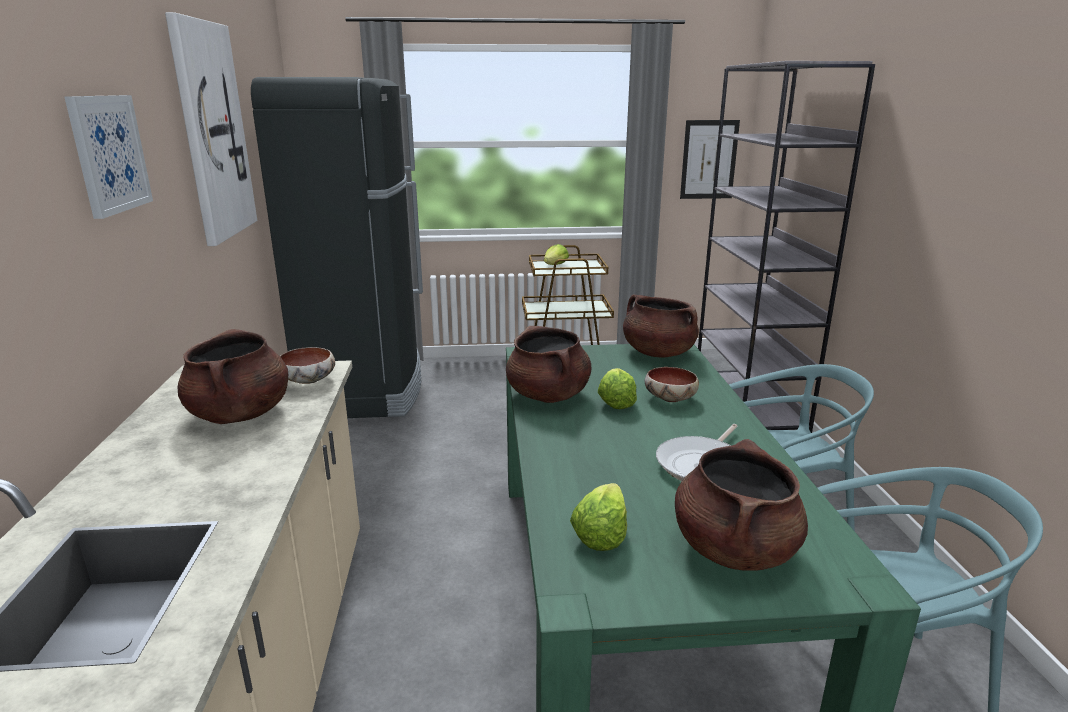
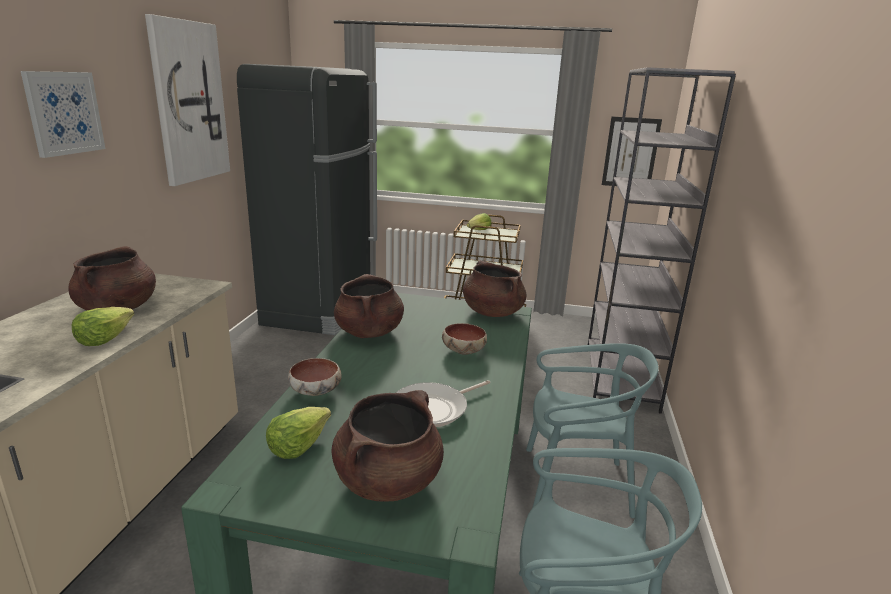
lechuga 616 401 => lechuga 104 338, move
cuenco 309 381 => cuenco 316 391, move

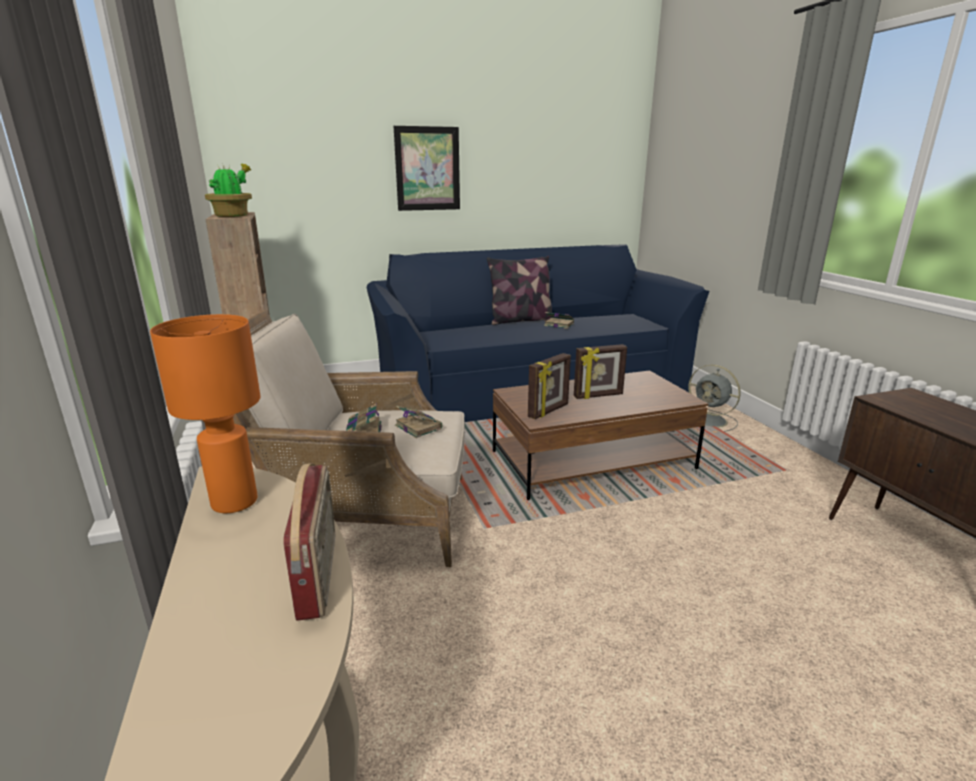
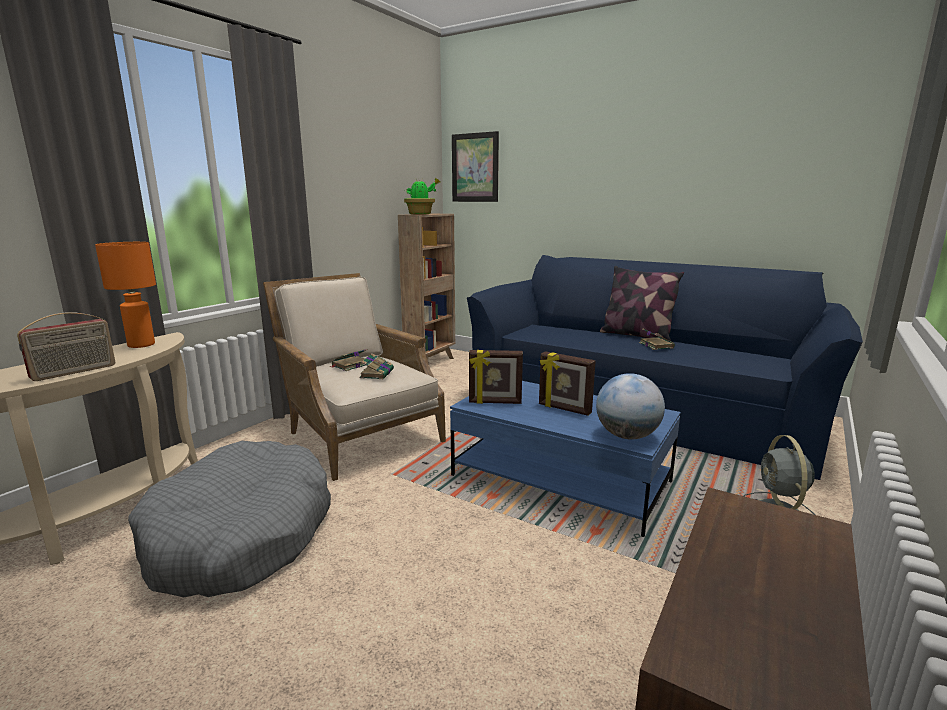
nothing => cama para perro/gris 241 535
mesa de centro/marrón 592 460 => mesa de centro/azul 560 479
cuadro 427 169 => cuadro 475 168, move
nothing => globo terráqueo 627 436

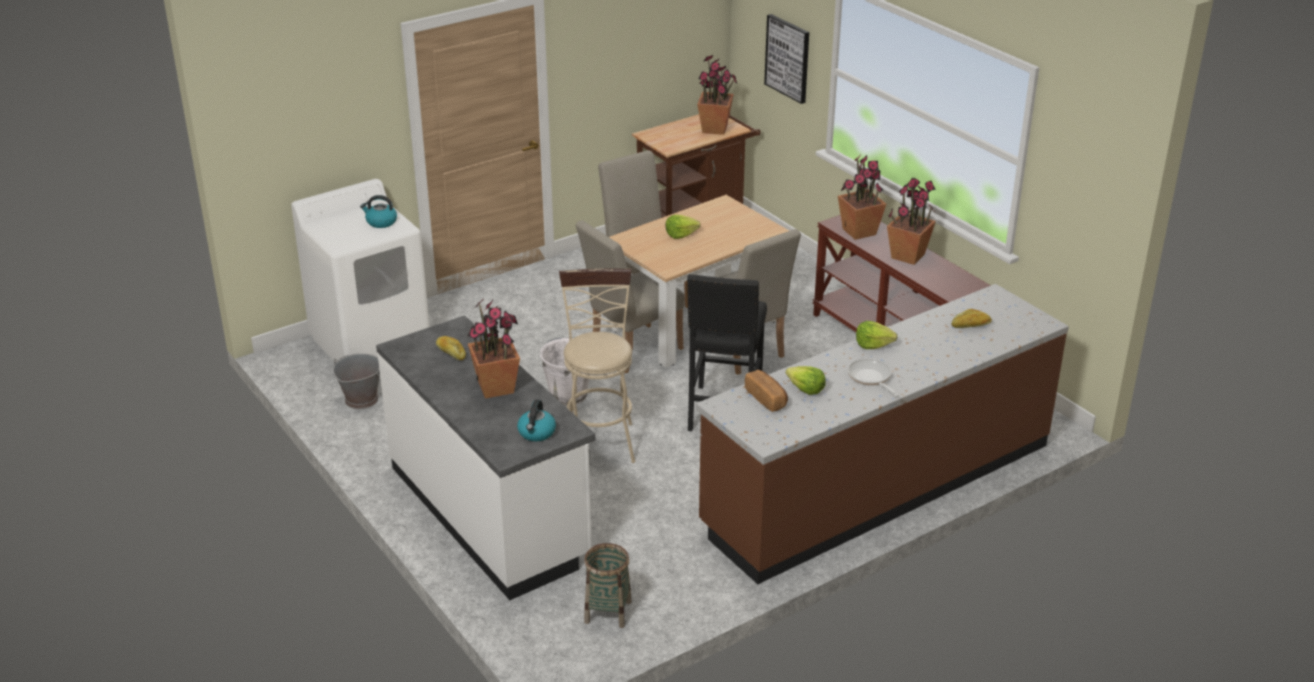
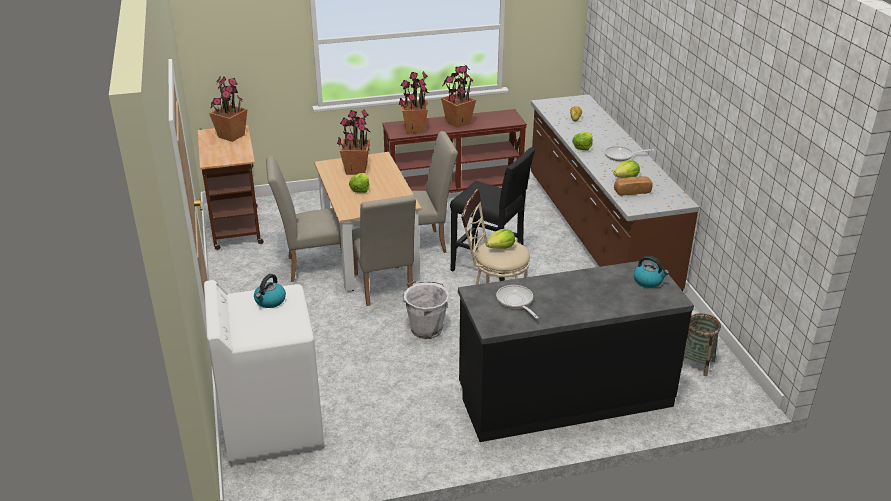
planta en maceta 496 387 => planta en maceta 356 170, move
mueble bajo de cocina/blanco 490 513 => mueble bajo de cocina/negro 564 397
nothing => lechuga 501 247
pan 451 353 => sartén 516 302
cubo/gris 361 399 => nothing
cuadro 788 58 => nothing

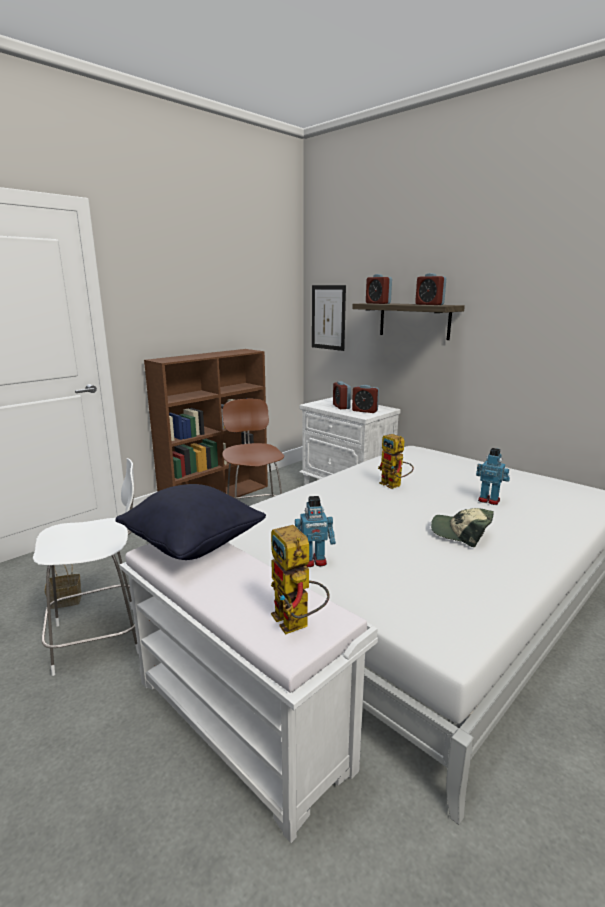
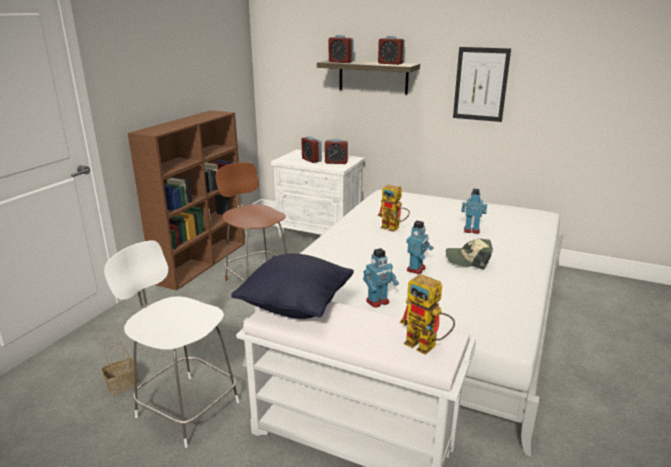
silla/blanco 101 637 => silla/blanco 185 408, 105 degrees counterclockwise
nothing => robot de juguete 416 269
cuadro 328 317 => cuadro 480 84, move

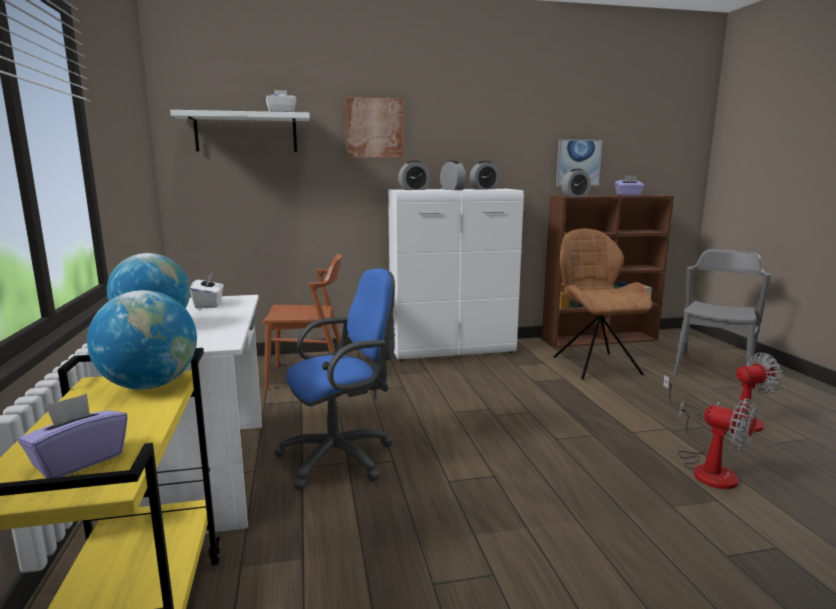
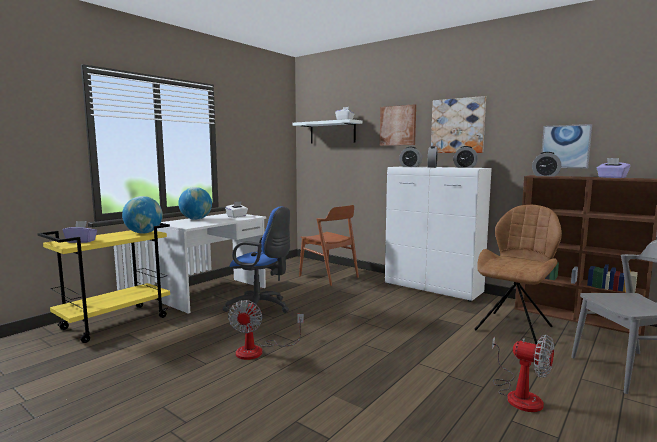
ventilador 709 469 => ventilador 258 350, move
nothing => cuadro 458 126

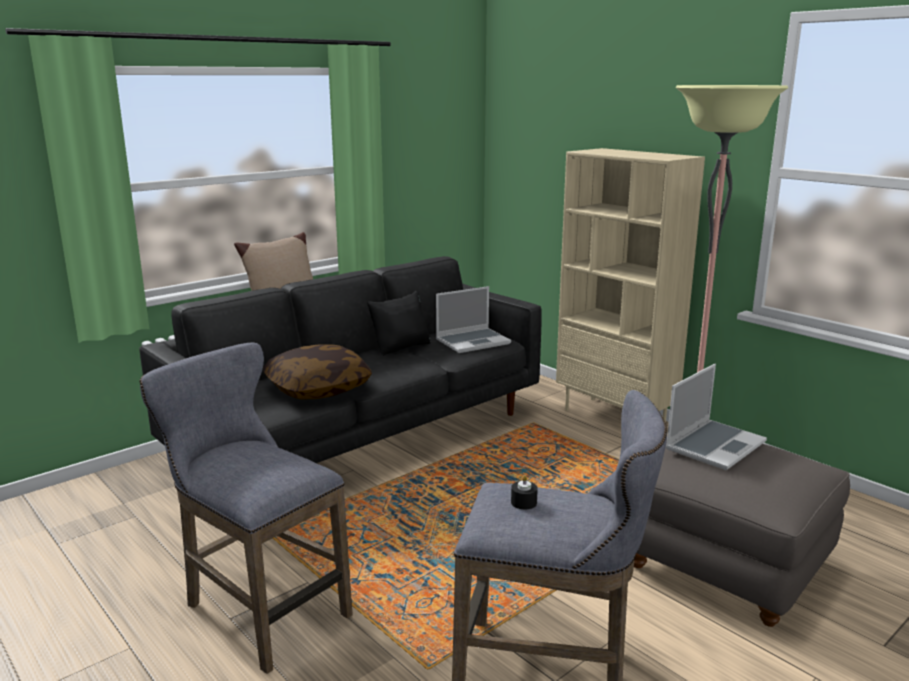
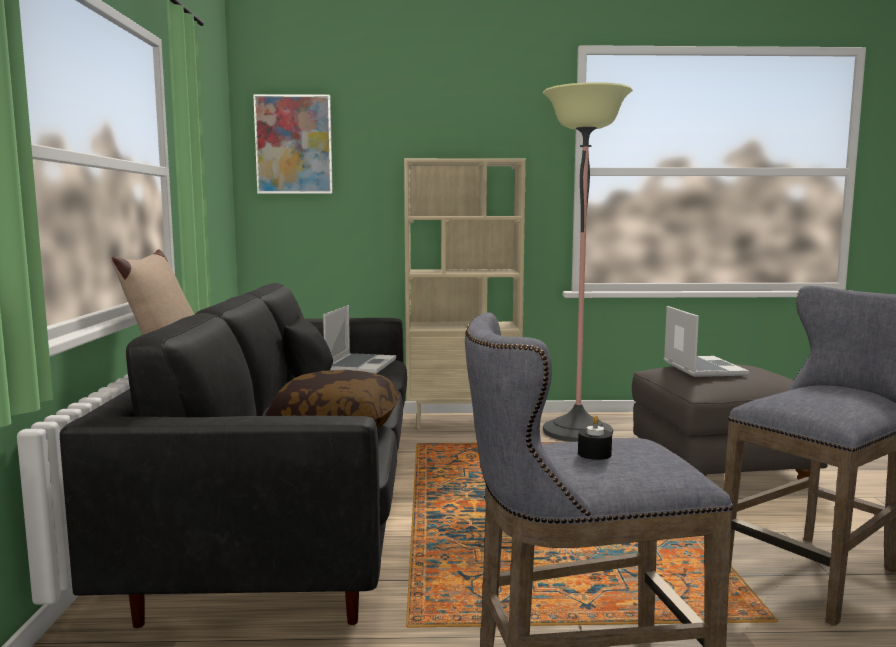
nothing => cuadro 294 144
vela/negro 523 502 => vela/negro 594 454, move

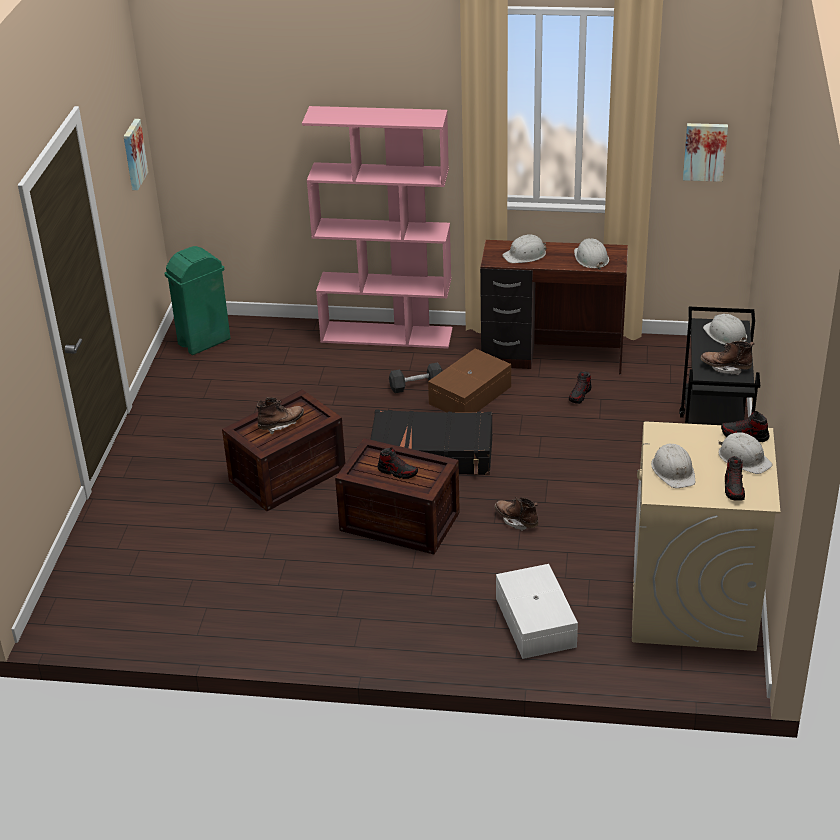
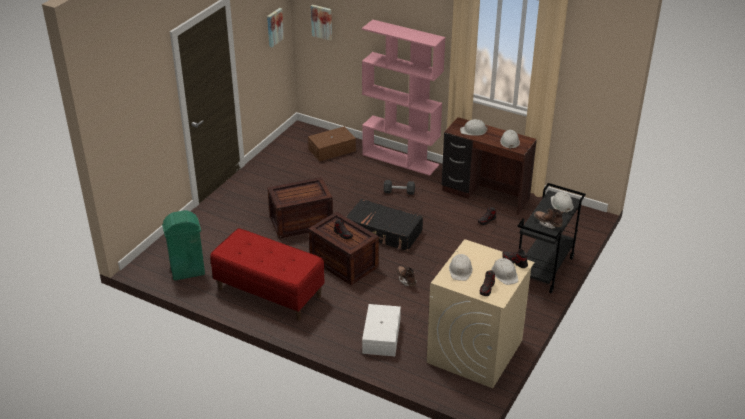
papelera/verde 203 342 => papelera/verde 187 272, move
nothing => banco/rojo 269 292
caja de almacenaje/marrón 471 395 => caja de almacenaje/marrón 332 150, move
cuadro 705 151 => cuadro 322 22, move
bota/marrón 281 425 => nothing

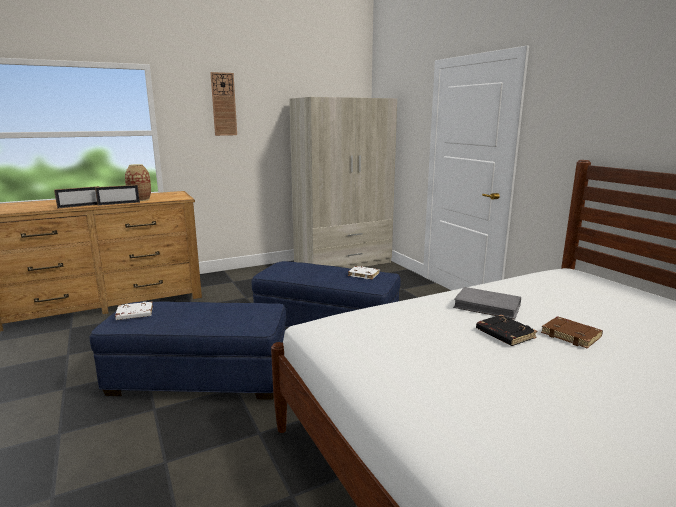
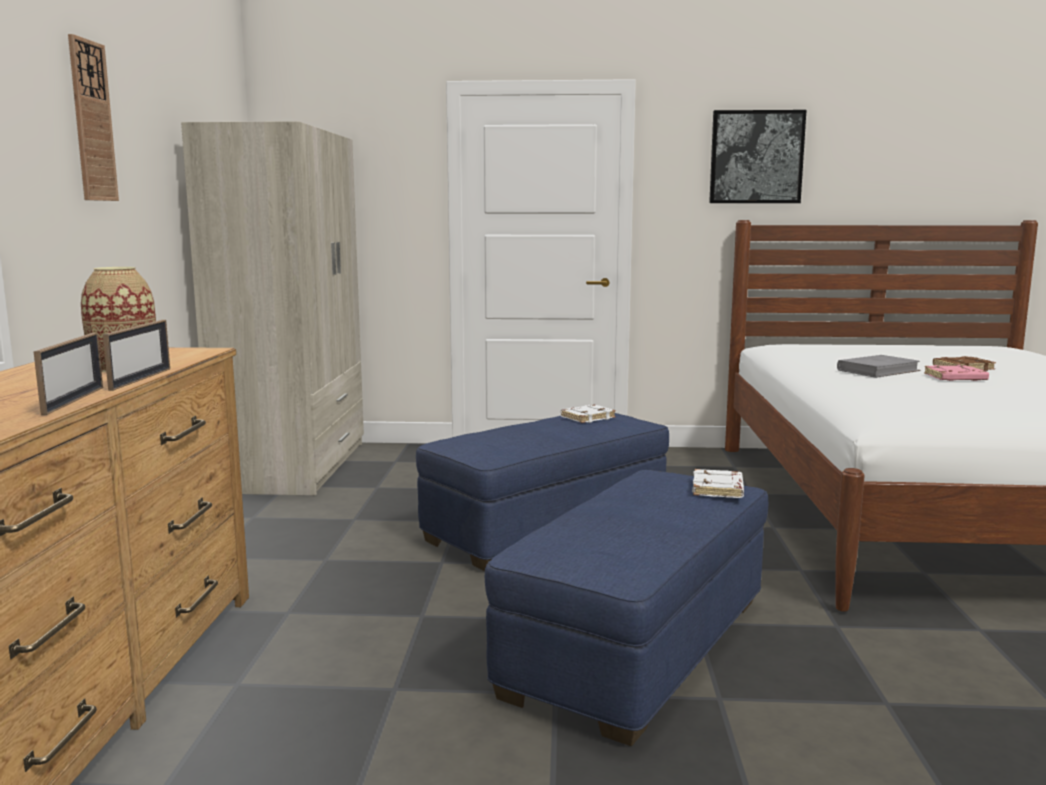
libro/blanco 134 314 => libro/blanco 718 489, move
nothing => cuadro 756 157
libro/negro 504 334 => libro/rosa 955 378

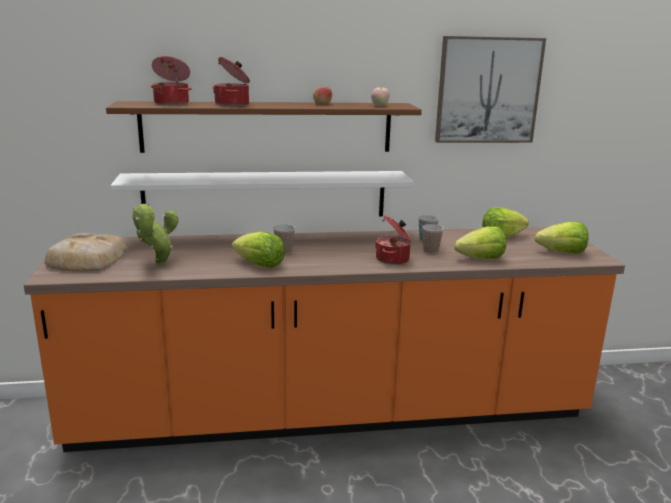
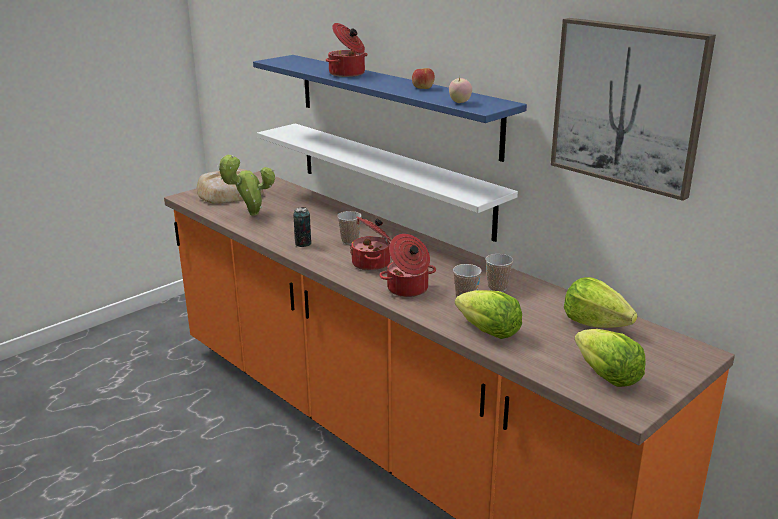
estante/marrón 267 127 => estante/azul 394 103
lechuga 259 265 => lata 303 244
olla 172 103 => olla 372 263, move

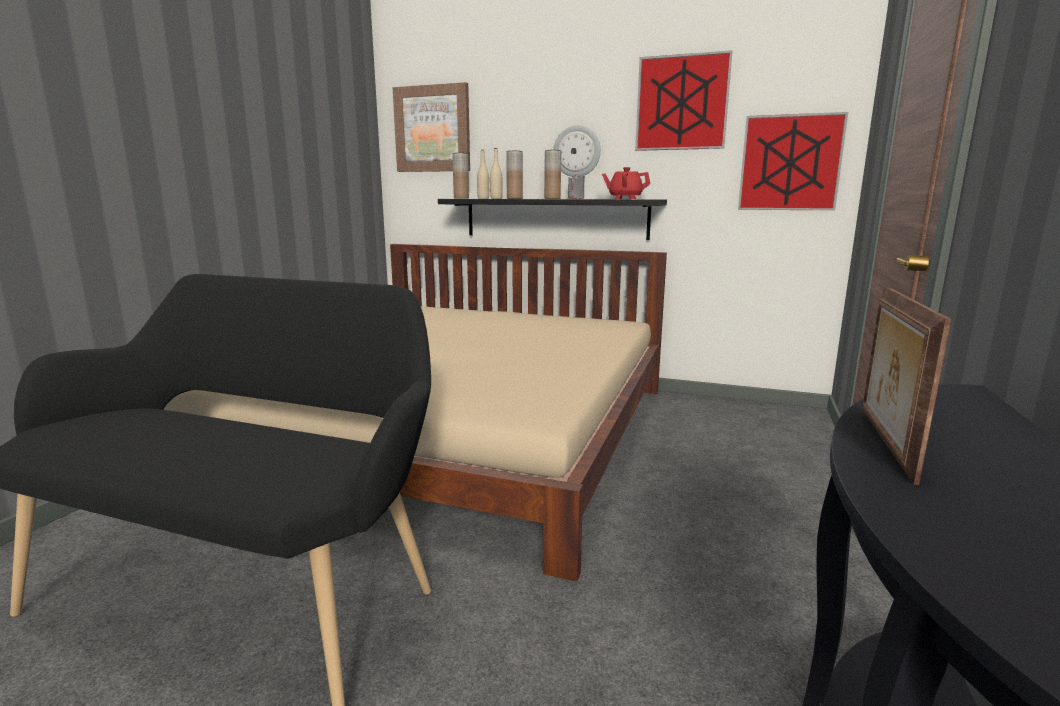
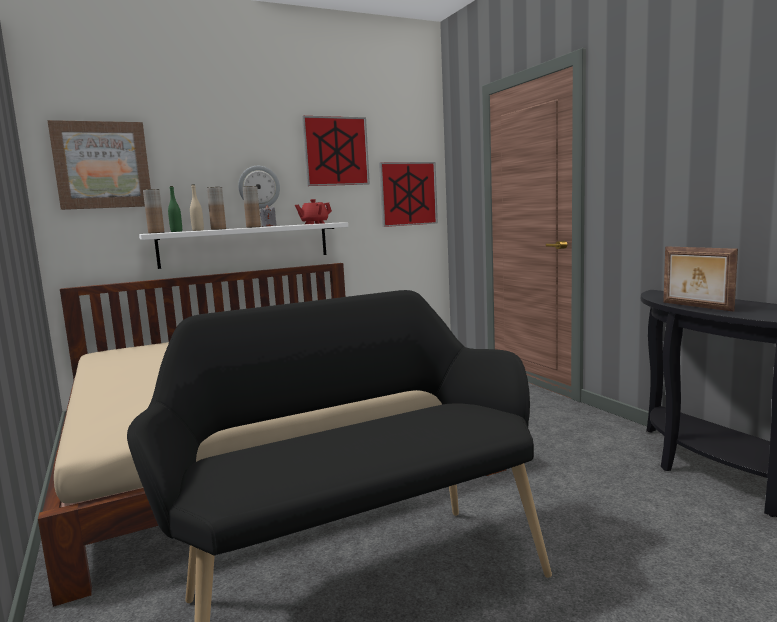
estante/negro 555 218 => estante/blanco 245 244
botella/beis 483 198 => botella/verde 176 231

